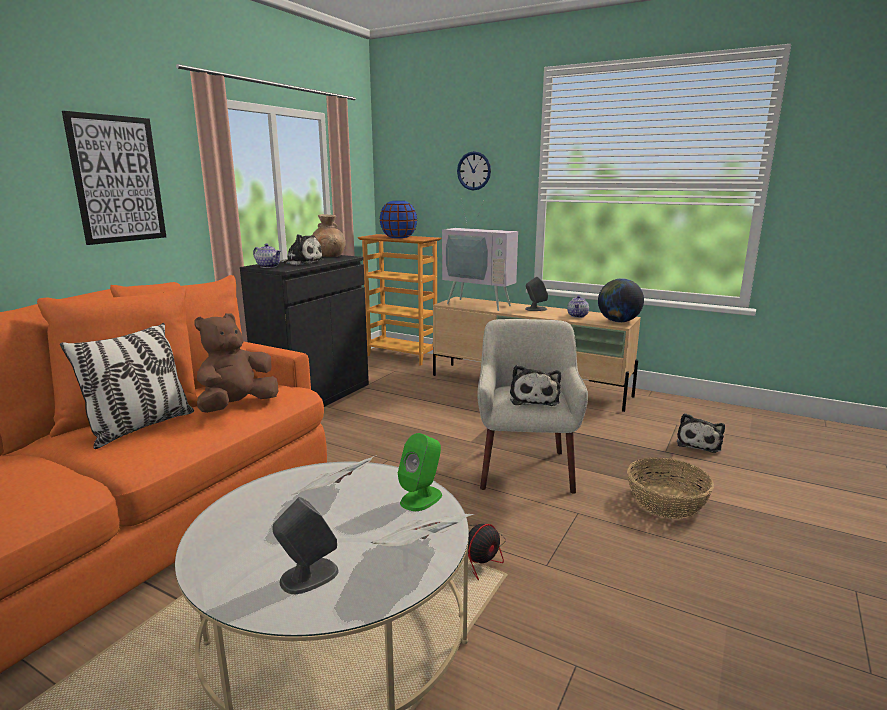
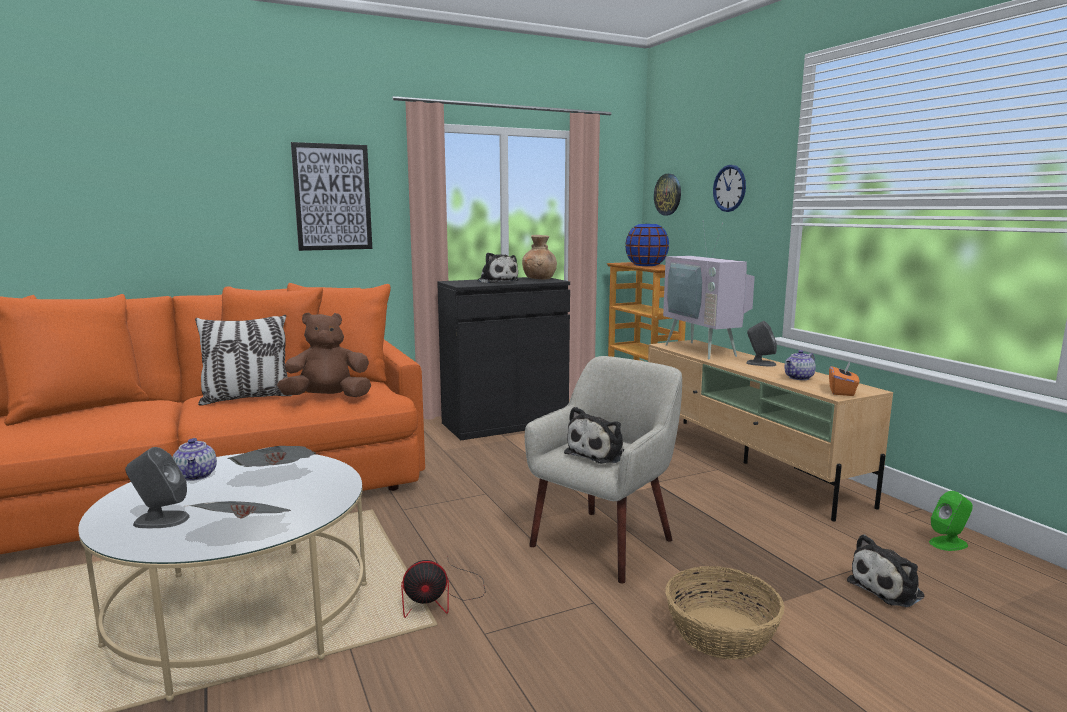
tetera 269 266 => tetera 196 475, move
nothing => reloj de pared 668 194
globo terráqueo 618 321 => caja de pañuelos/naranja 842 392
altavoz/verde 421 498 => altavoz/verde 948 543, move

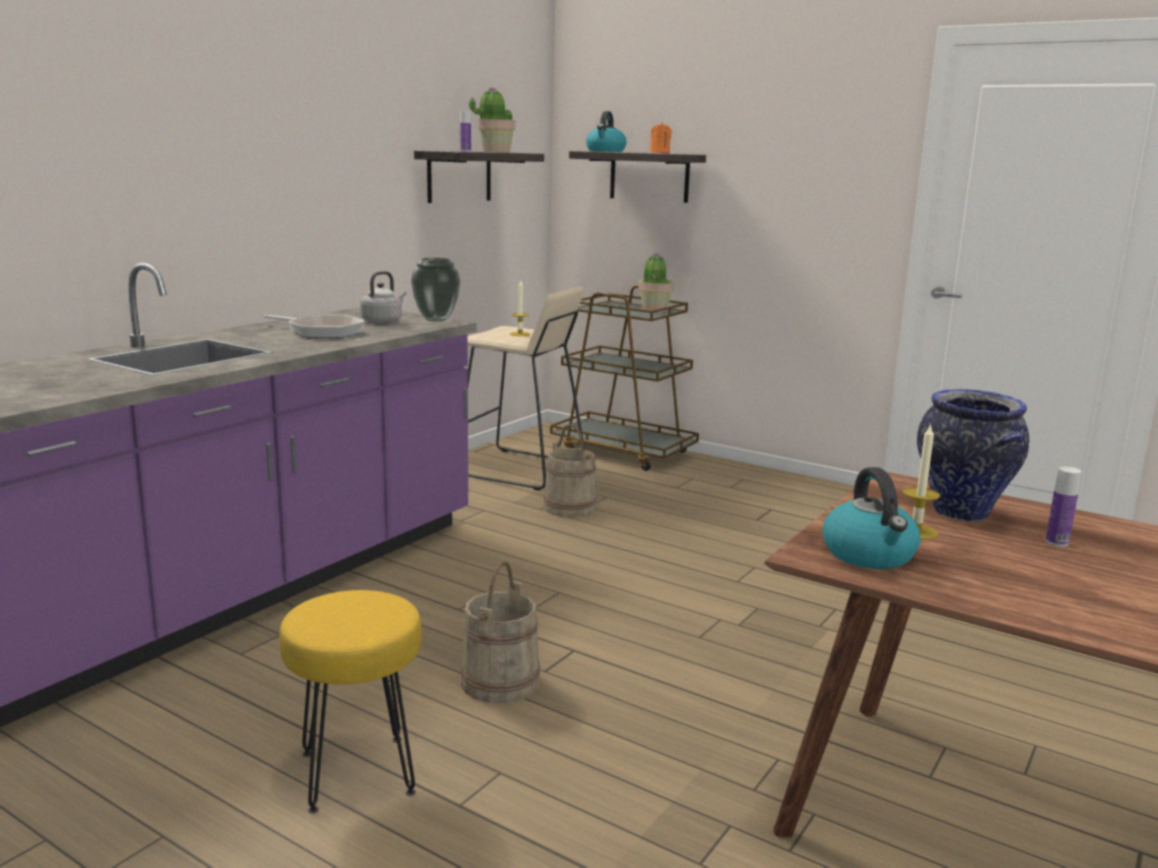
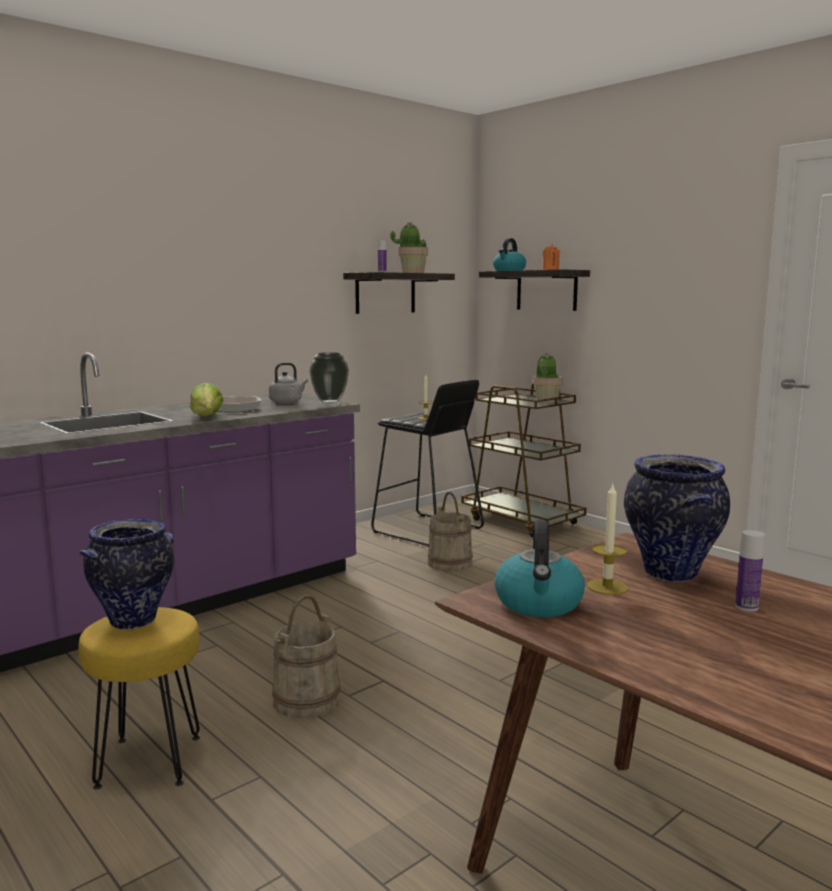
nothing => florero 134 620
nothing => lechuga 207 417
taburete/beis 521 469 => taburete/negro 427 530

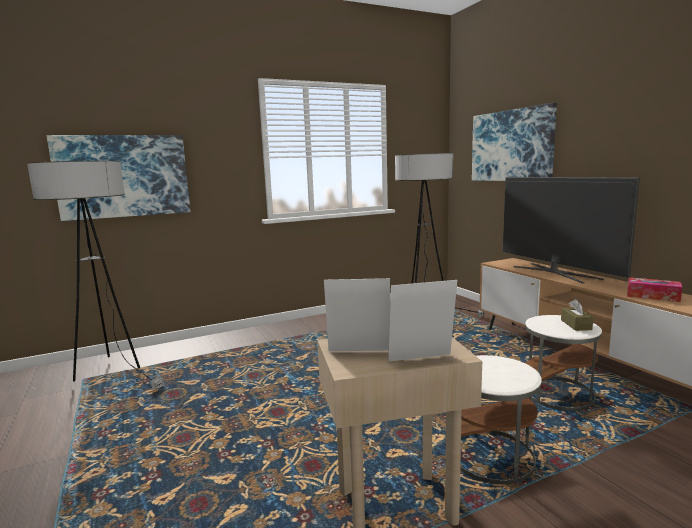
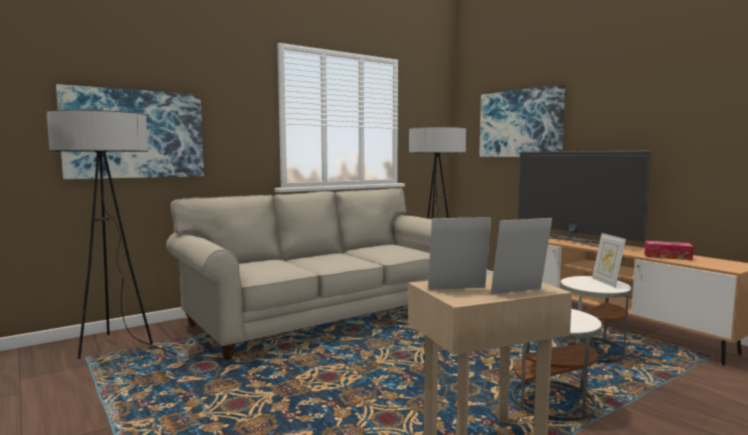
nothing => sofá/beis 323 316
caja de pañuelos/marrón 576 325 => portarretratos 607 282

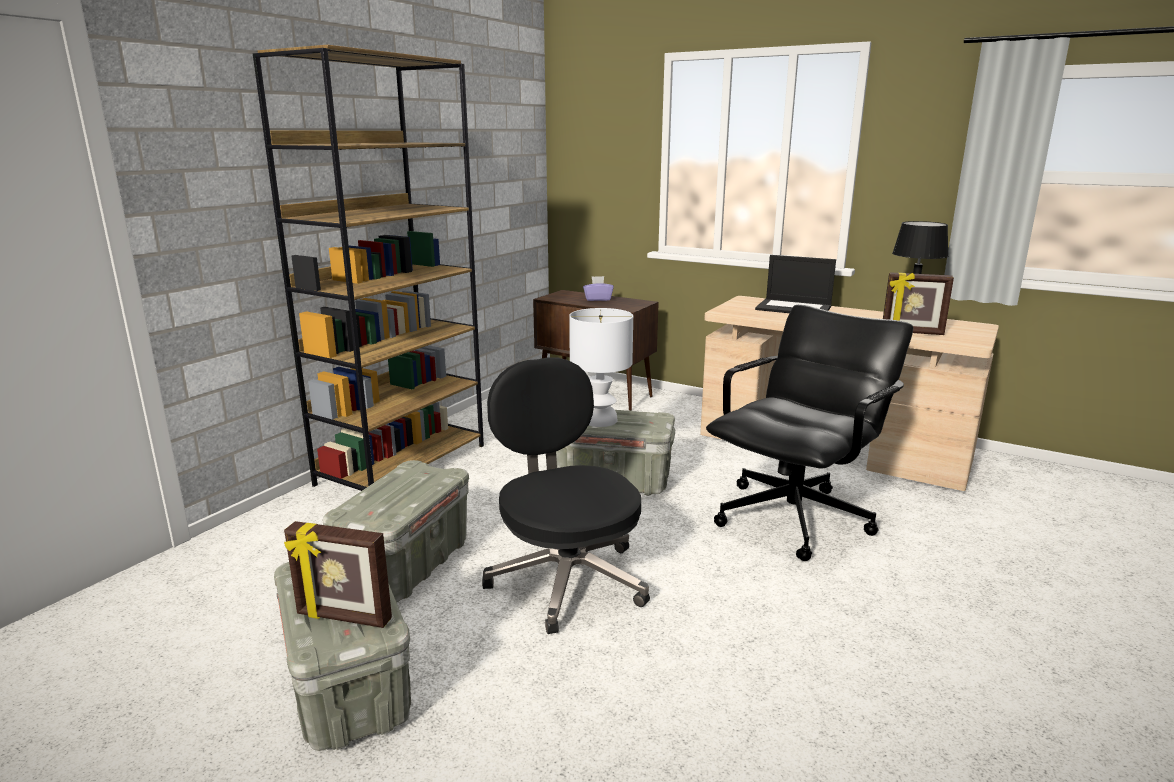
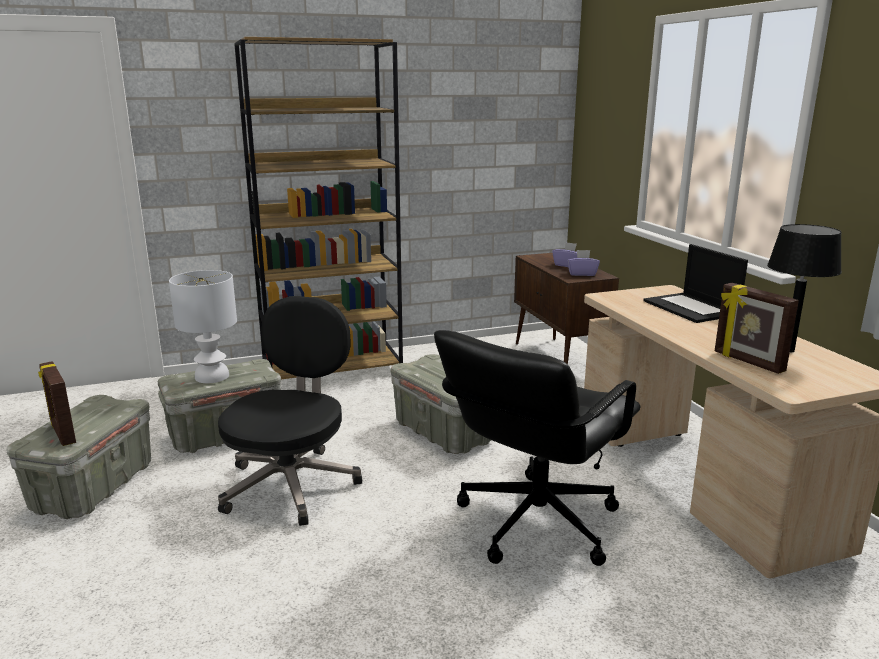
lámpara de mesa/blanco 601 420 => lámpara de mesa/blanco 213 376, move
silla de oficina/negro 794 518 => silla de oficina/negro 535 522, 135 degrees clockwise
nothing => caja de pañuelos/morado 582 274

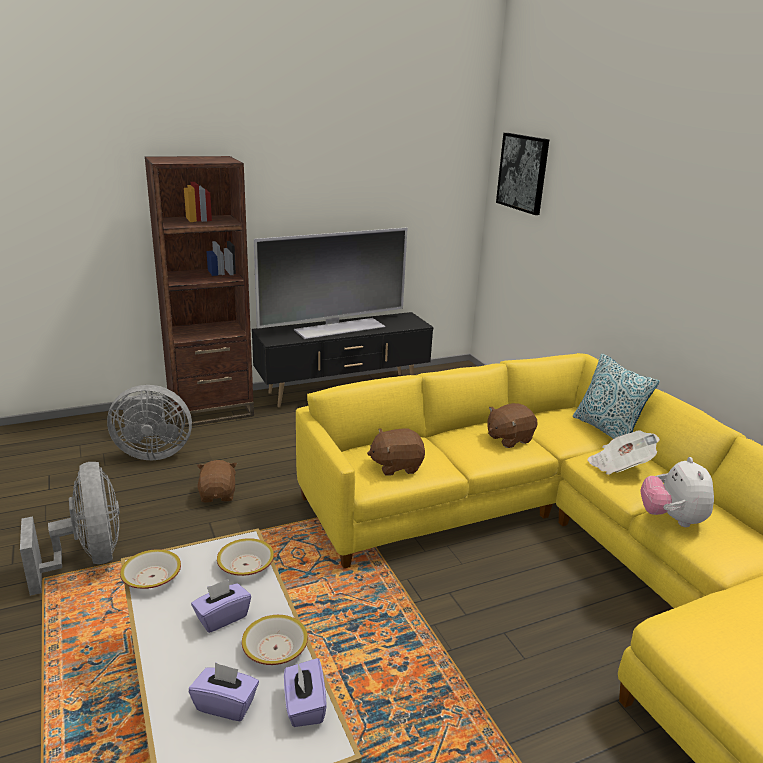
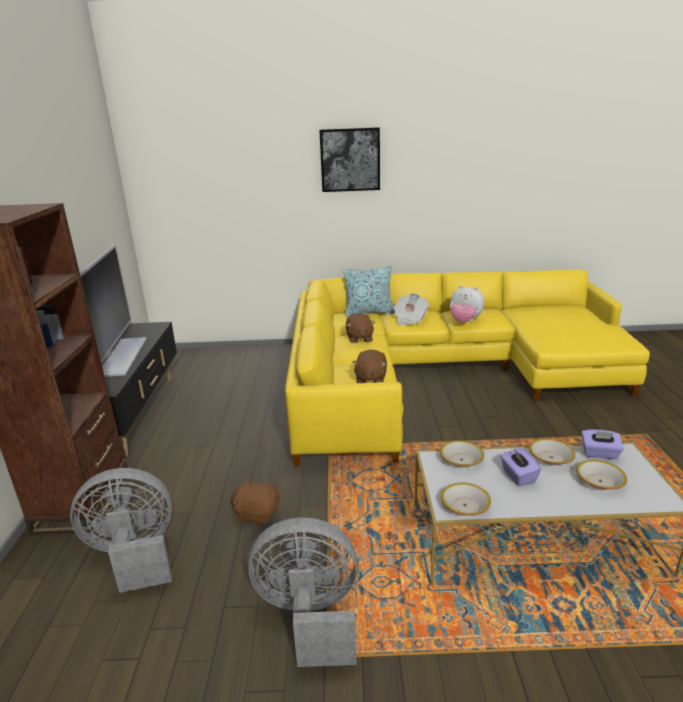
ventilador/gris 152 452 => ventilador/gris 134 555, 120 degrees counterclockwise
cuadro 523 172 => cuadro 350 160, move
caja de pañuelos/morado 226 704 => cuenco 600 481

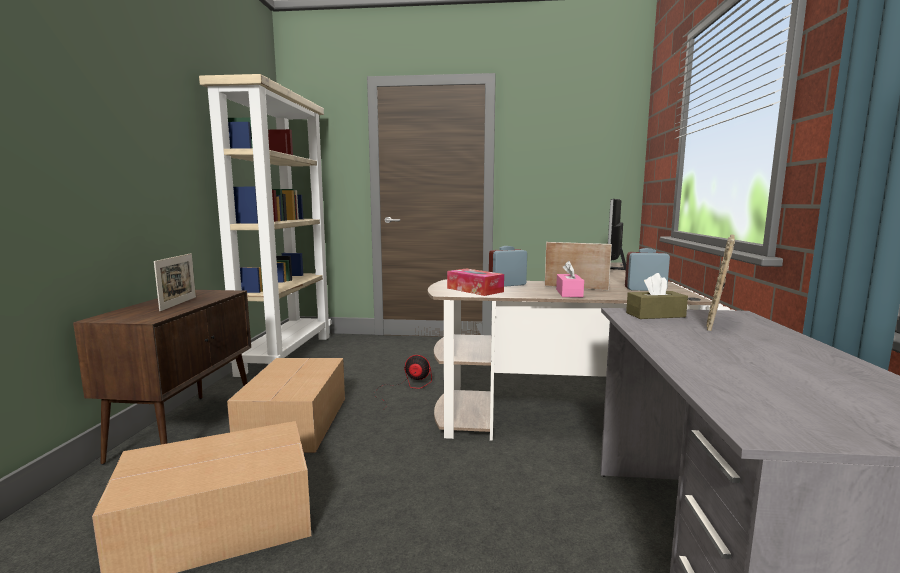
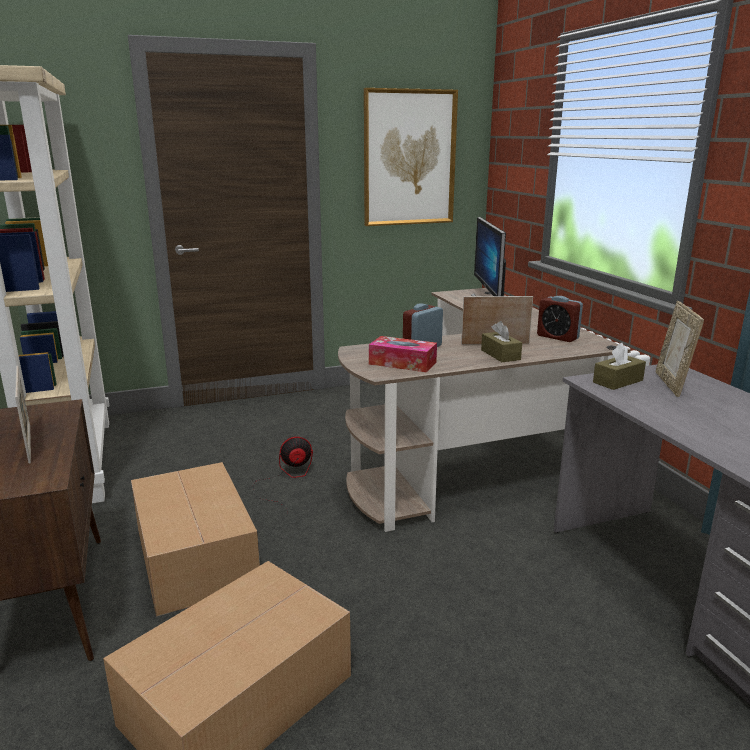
nothing => cuadro 409 158
caja de pañuelos/rosa 569 293 => caja de pañuelos/marrón 500 355
despertador 645 289 => despertador 557 337, 120 degrees counterclockwise

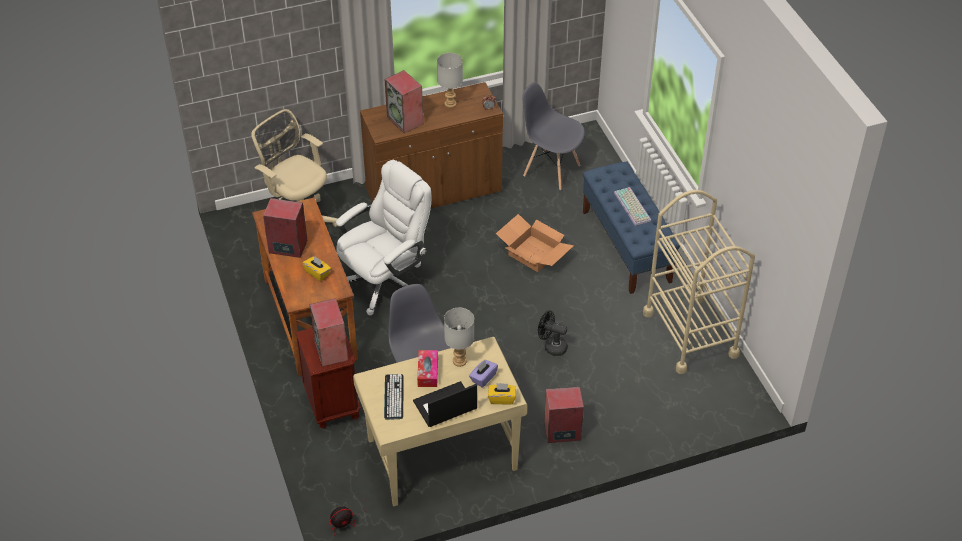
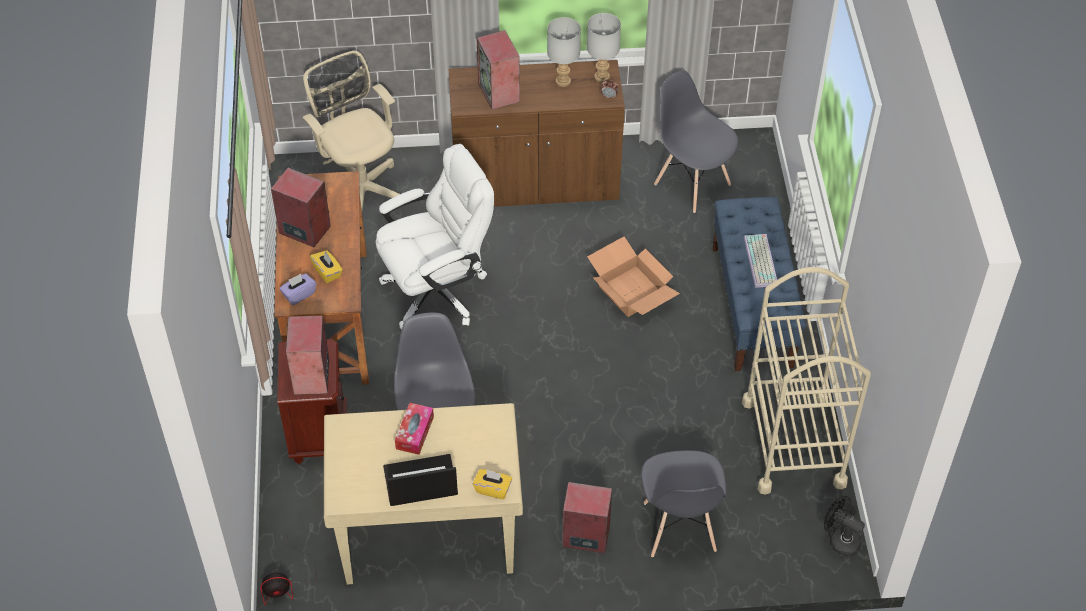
caja de pañuelos/morado 483 378 => caja de pañuelos/morado 299 294, move
lámpara de mesa/gris 459 360 => lámpara de mesa/gris 602 76, move
nothing => silla/gris 679 527
ventilador/negro 551 346 => ventilador/negro 840 540, move
teclado 394 397 => nothing

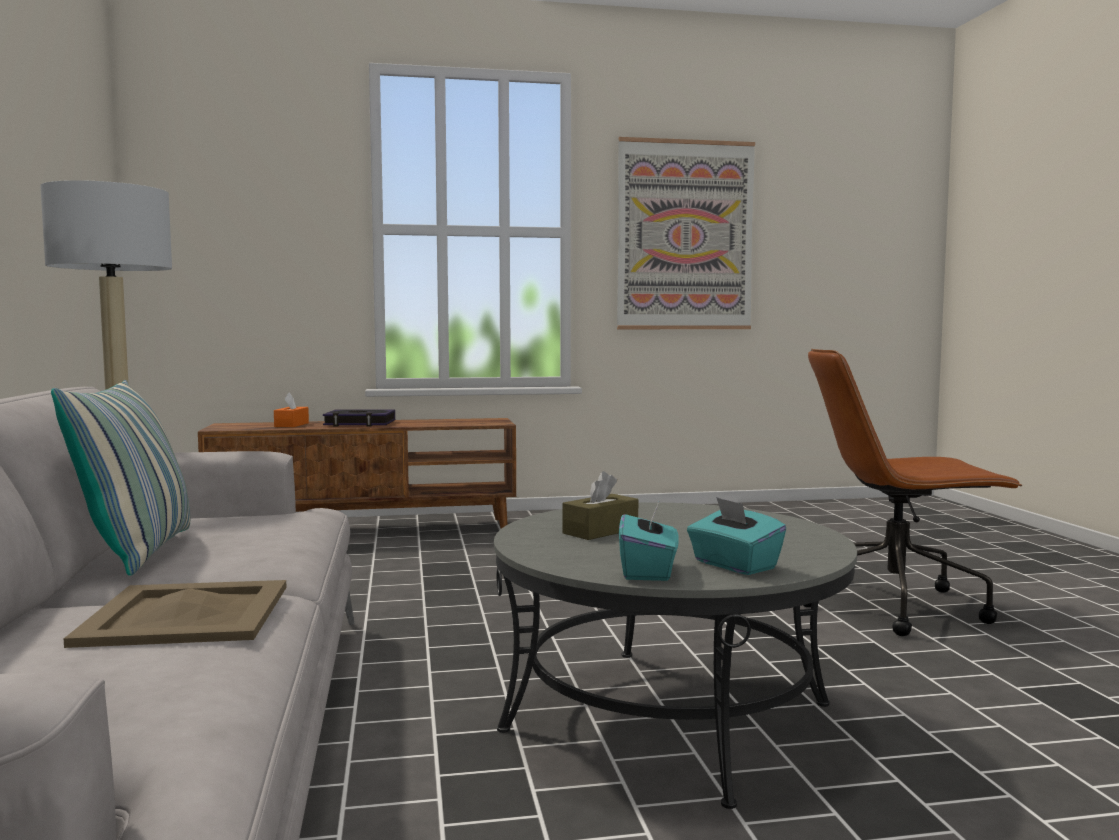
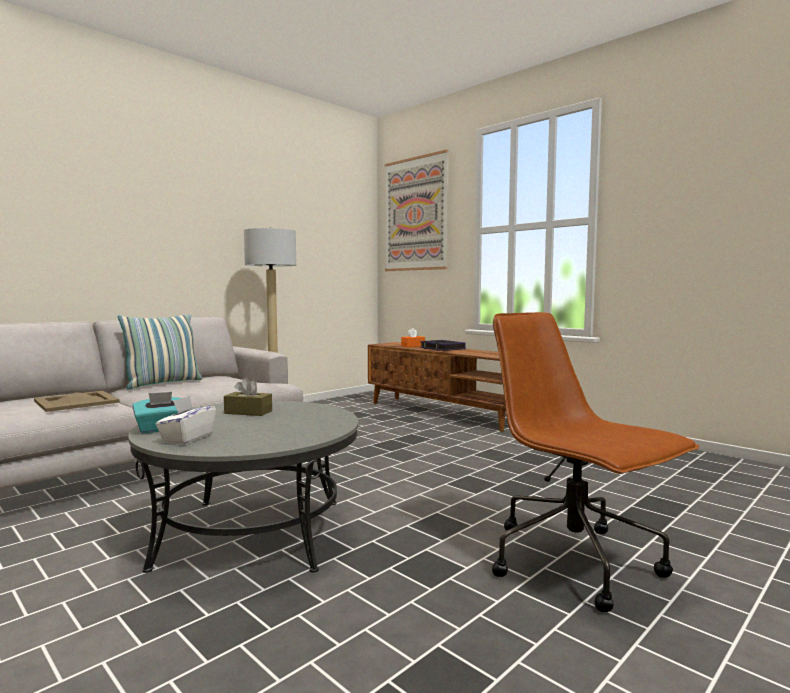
caja de pañuelos/turquesa 734 565 => caja de pañuelos/blanco 187 438
cuadro 685 235 => cuadro 415 214, move

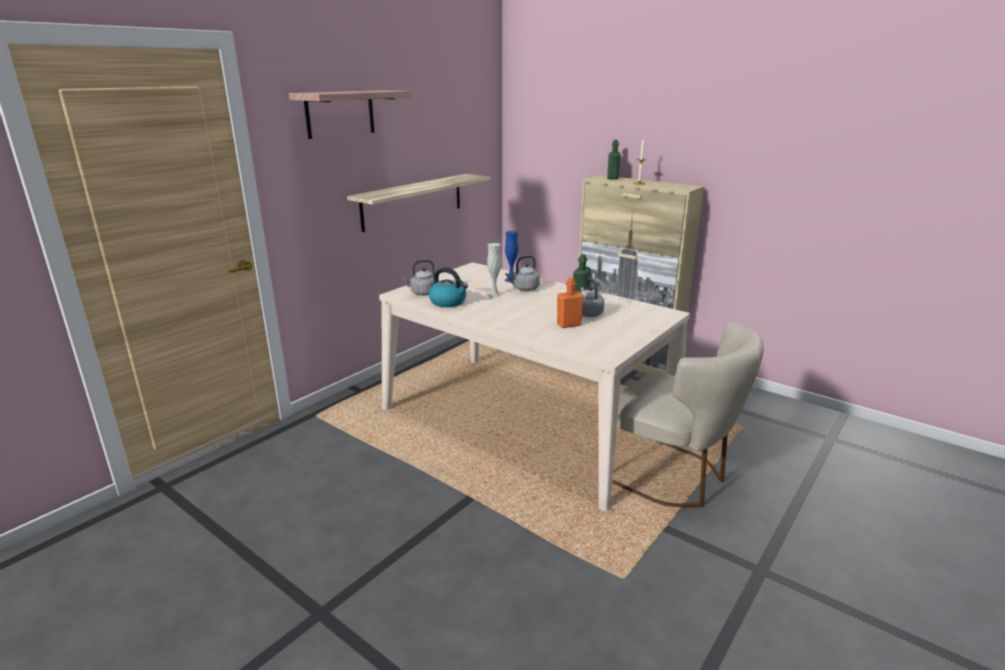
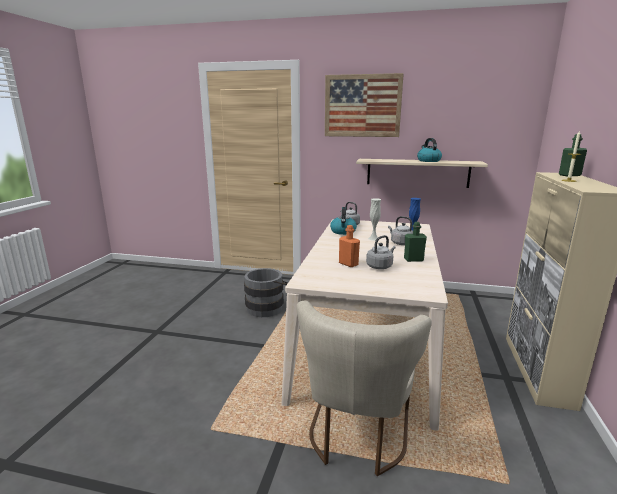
nothing => cubo/gris 267 307
estante 340 113 => cuadro 362 106
nothing => hervidor 428 161

